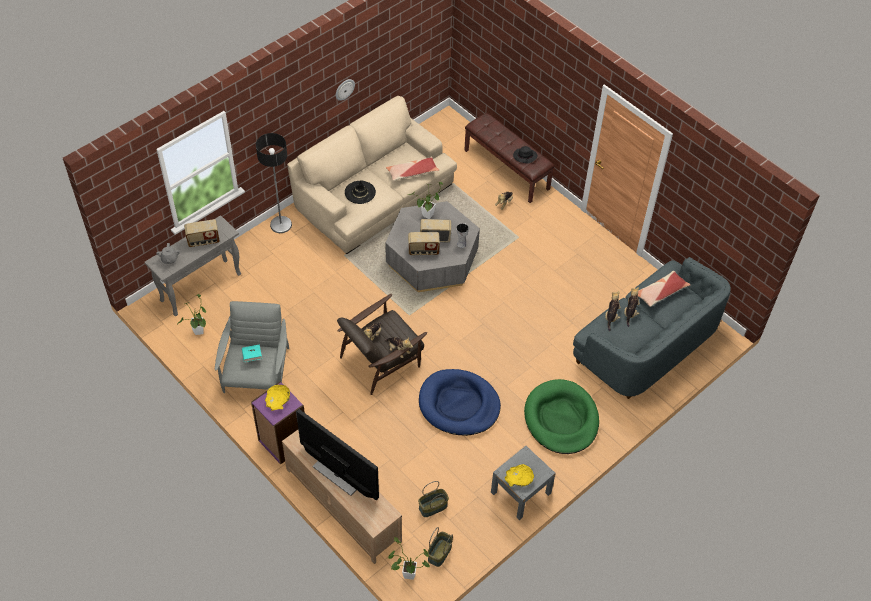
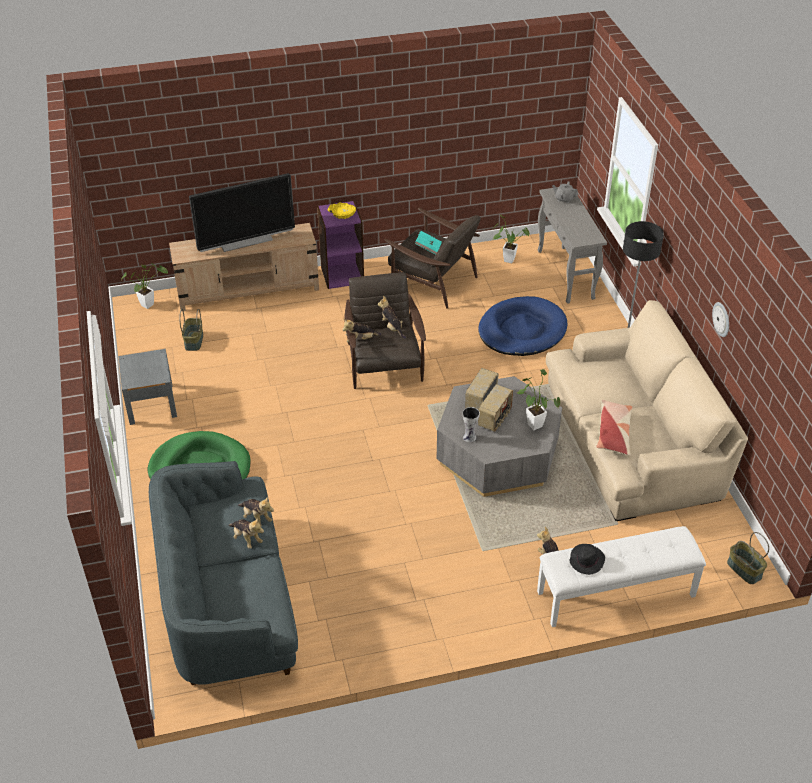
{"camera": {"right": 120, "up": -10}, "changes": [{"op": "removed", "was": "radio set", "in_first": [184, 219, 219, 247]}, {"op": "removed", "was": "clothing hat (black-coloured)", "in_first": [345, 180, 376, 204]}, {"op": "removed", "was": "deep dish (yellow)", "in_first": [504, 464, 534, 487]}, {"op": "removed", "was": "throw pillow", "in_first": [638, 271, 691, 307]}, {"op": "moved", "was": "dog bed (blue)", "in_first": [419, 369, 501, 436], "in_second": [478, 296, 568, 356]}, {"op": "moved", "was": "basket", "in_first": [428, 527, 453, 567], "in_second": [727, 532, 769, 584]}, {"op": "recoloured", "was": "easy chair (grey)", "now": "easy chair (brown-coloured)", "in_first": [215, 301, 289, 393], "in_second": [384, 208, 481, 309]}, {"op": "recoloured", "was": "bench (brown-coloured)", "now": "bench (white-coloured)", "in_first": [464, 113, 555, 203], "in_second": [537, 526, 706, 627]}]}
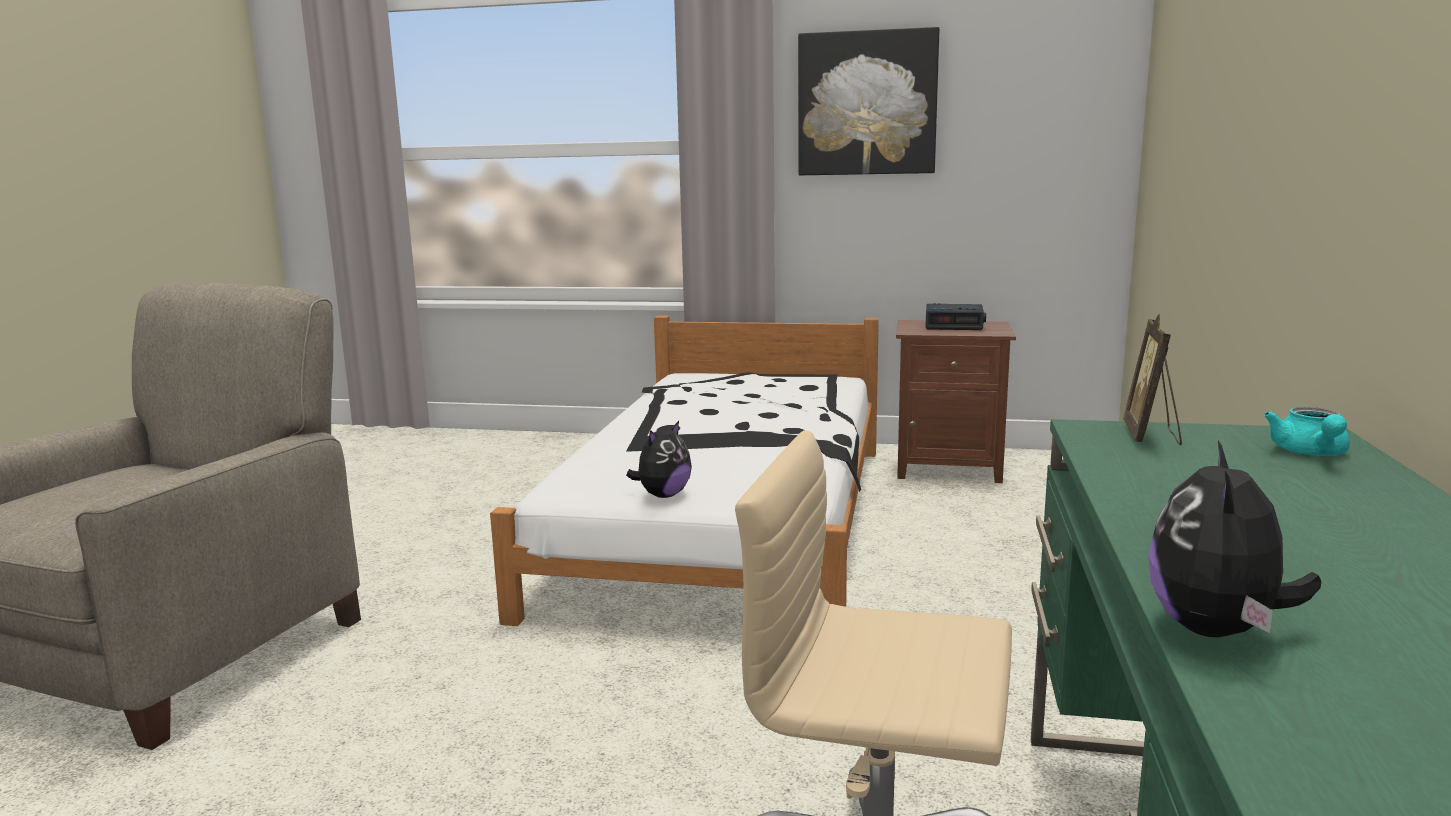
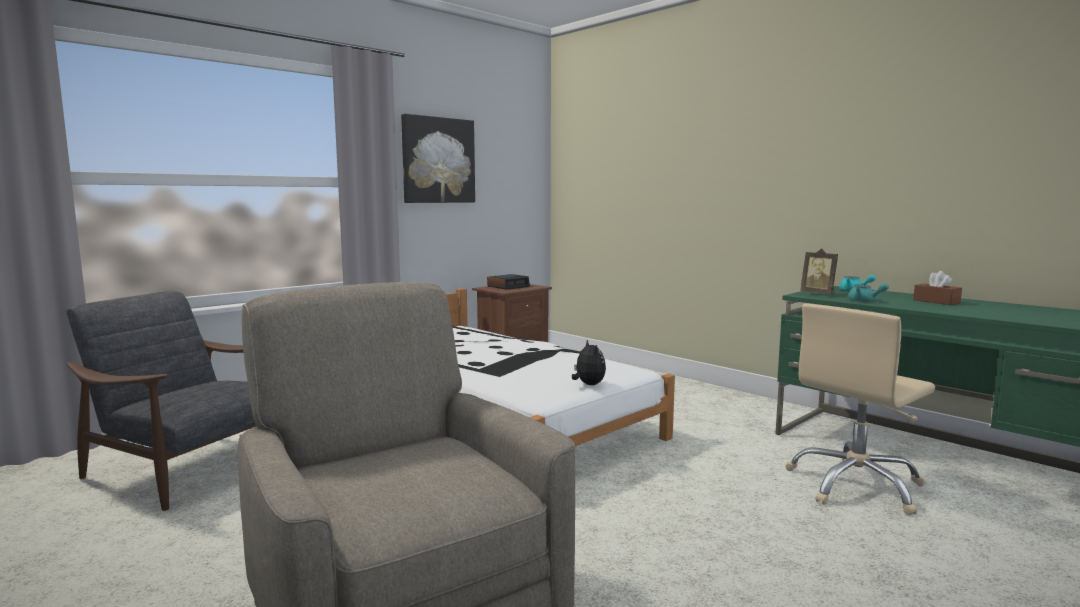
{"camera": {"right": -55, "up": -5}, "changes": [{"op": "removed", "was": "plush toy", "in_first": [1148, 441, 1321, 637]}, {"op": "added", "now": "easy chair (grey)", "in_second": [66, 291, 256, 511]}, {"op": "added", "now": "pot for tea (turquoise)", "in_second": [848, 283, 889, 301]}, {"op": "added", "now": "tissue holder (brown-coloured)", "in_second": [913, 271, 962, 305]}]}
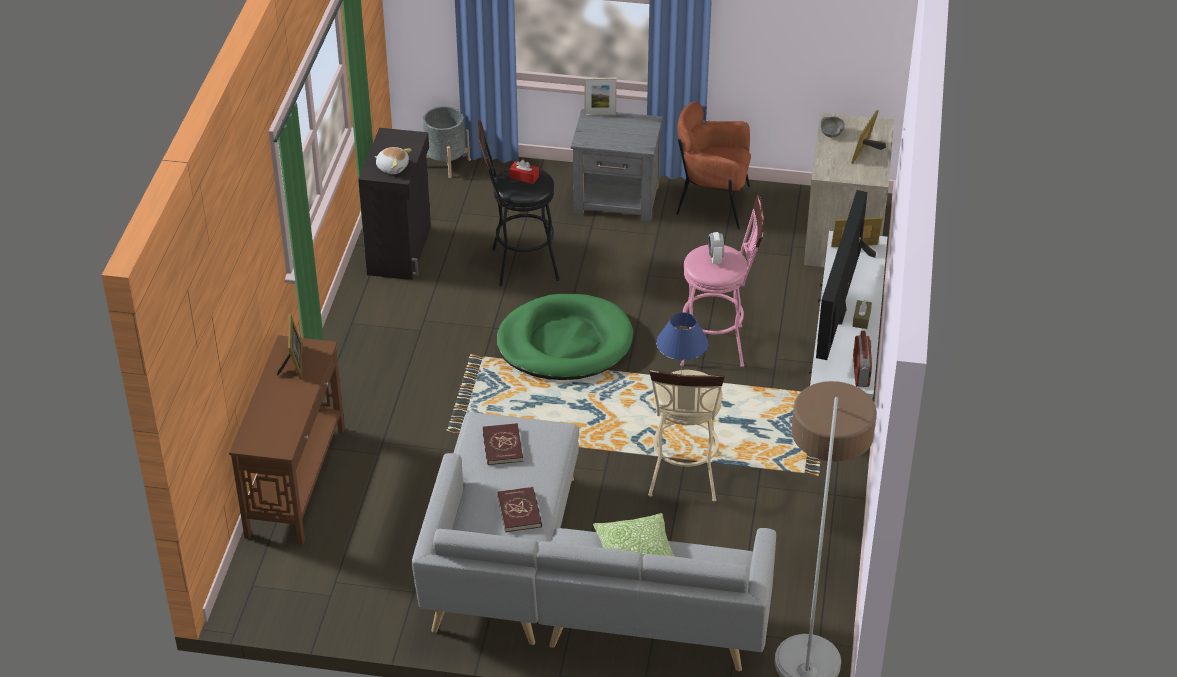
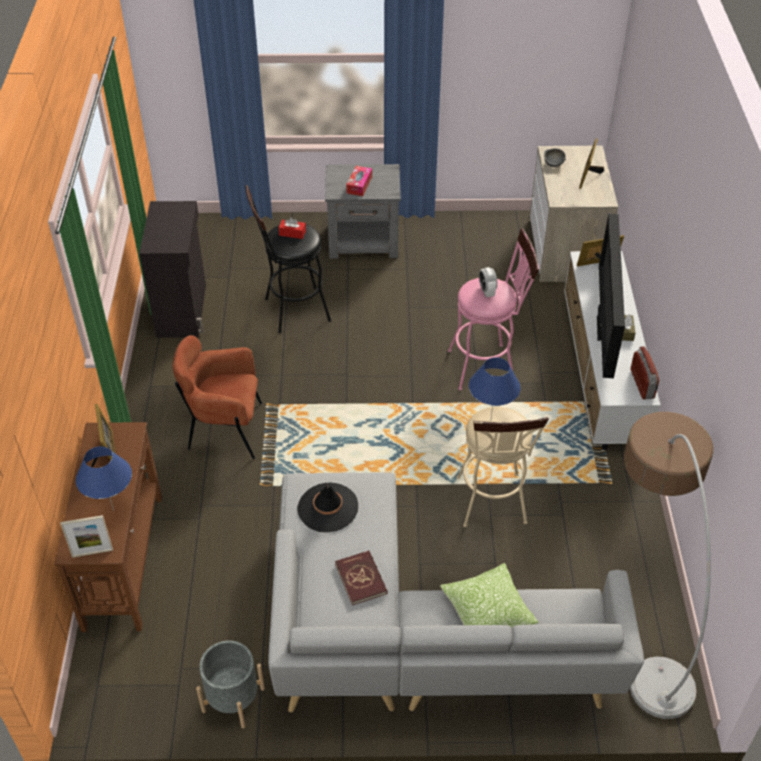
{"camera": {"right": -10, "up": 5}, "changes": [{"op": "removed", "was": "plush toy", "in_first": [375, 147, 412, 174]}, {"op": "removed", "was": "dog bed (green)", "in_first": [497, 294, 633, 380]}, {"op": "added", "now": "tabletop lamp (blue)", "in_second": [76, 446, 132, 511]}, {"op": "added", "now": "tissue holder", "in_second": [346, 166, 372, 196]}, {"op": "moved", "was": "flower pot (grey)", "in_first": [423, 106, 471, 178], "in_second": [196, 640, 265, 728]}, {"op": "moved", "was": "standing frame", "in_first": [584, 77, 617, 116], "in_second": [61, 515, 113, 558]}, {"op": "moved", "was": "easy chair (brown-coloured)", "in_first": [676, 102, 751, 230], "in_second": [173, 335, 262, 459]}, {"op": "replaced", "was": "book (red)", "now": "clothing hat (black-coloured)", "in_first": [483, 423, 523, 465], "in_second": [298, 483, 358, 533]}]}
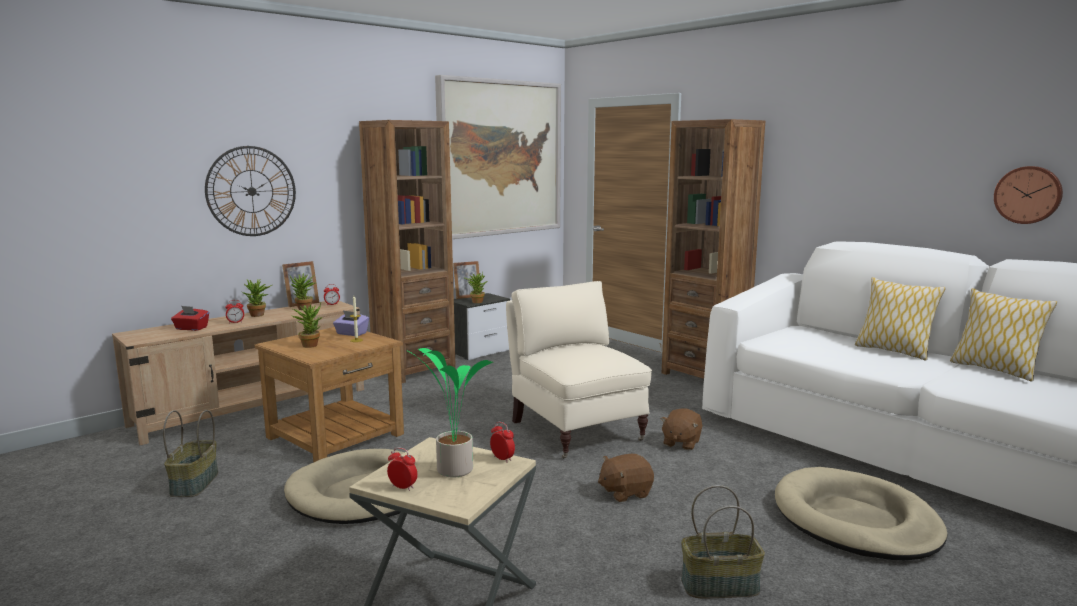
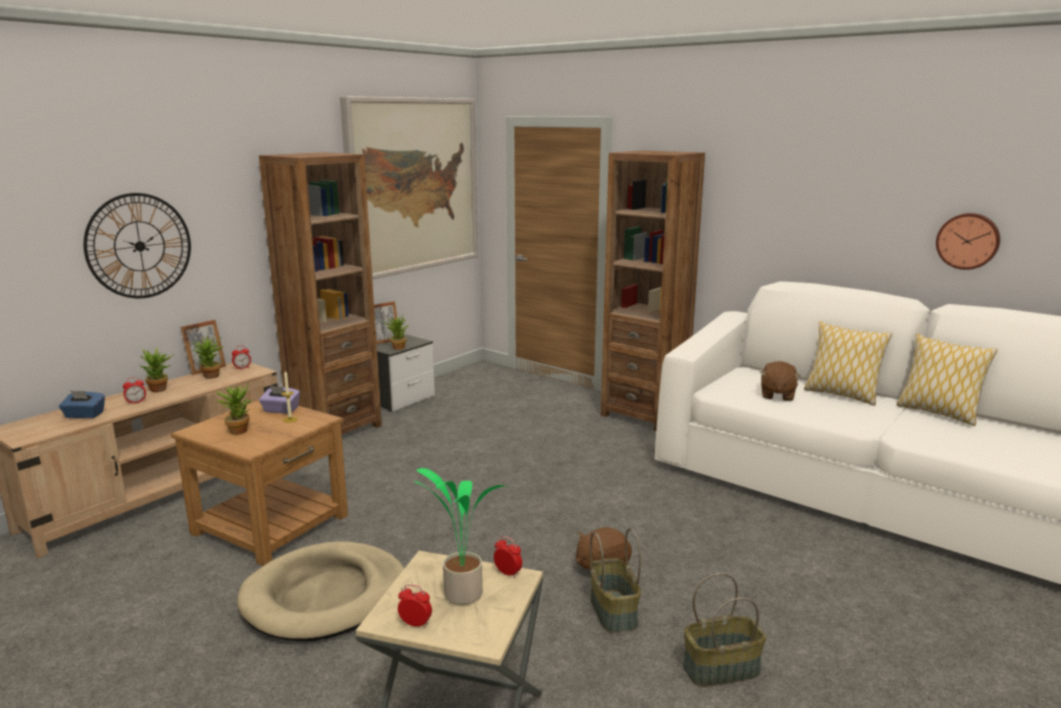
{"camera": {"right": -10, "up": 5}, "changes": [{"op": "removed", "was": "easy chair (beige-coloured)", "in_first": [506, 281, 652, 459]}, {"op": "removed", "was": "dog bed (beige-coloured)", "in_first": [775, 467, 948, 560]}, {"op": "moved", "was": "basket", "in_first": [163, 410, 218, 497], "in_second": [590, 528, 641, 633]}, {"op": "moved", "was": "plush toy (brown-coloured)", "in_first": [660, 408, 702, 450], "in_second": [760, 361, 801, 401]}, {"op": "recoloured", "was": "tissue holder (red)", "now": "tissue holder (blue)", "in_first": [171, 306, 209, 331], "in_second": [59, 390, 105, 418]}]}
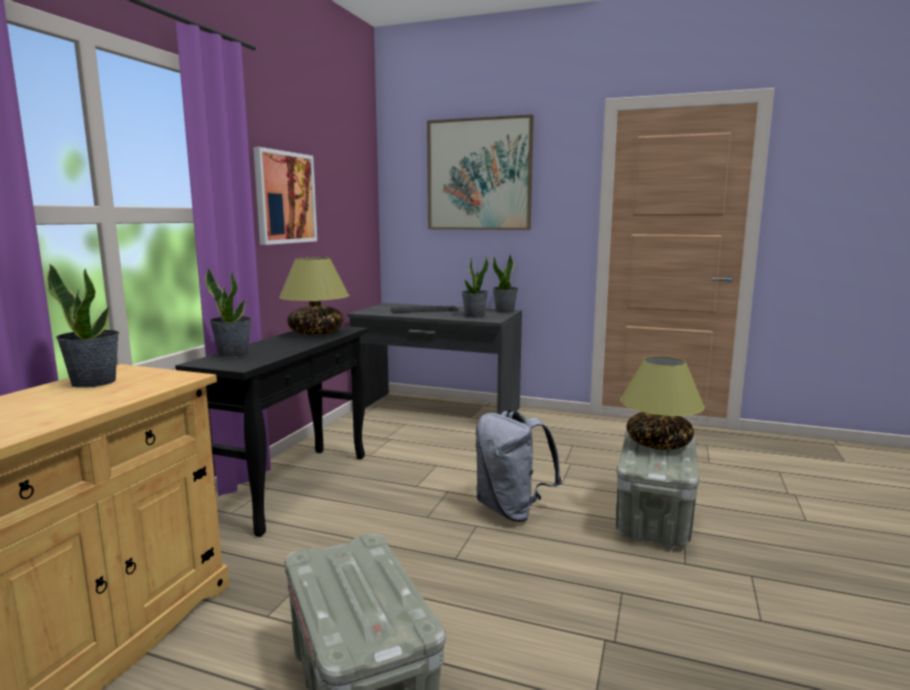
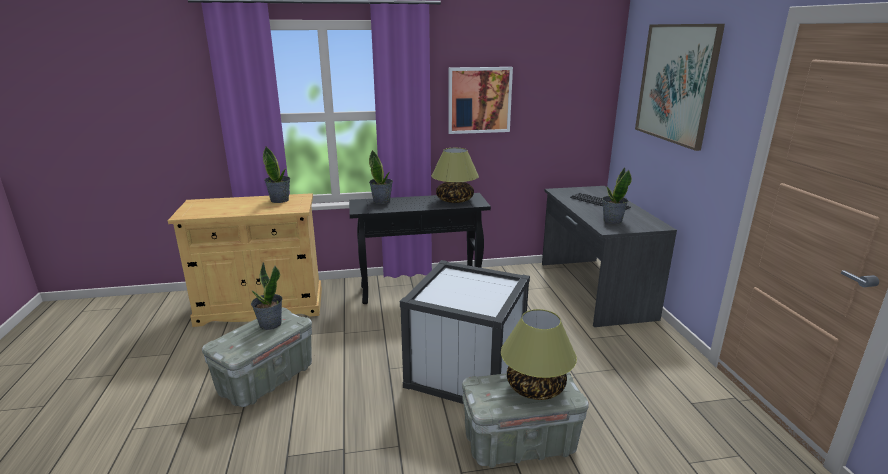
{"camera": {"right": 60, "up": 10}, "changes": [{"op": "moved", "was": "potted plant", "in_first": [493, 254, 518, 313], "in_second": [251, 262, 282, 330]}, {"op": "replaced", "was": "backpack (grey)", "now": "storage container (white-coloured)", "in_first": [476, 410, 562, 522], "in_second": [400, 260, 530, 404]}]}
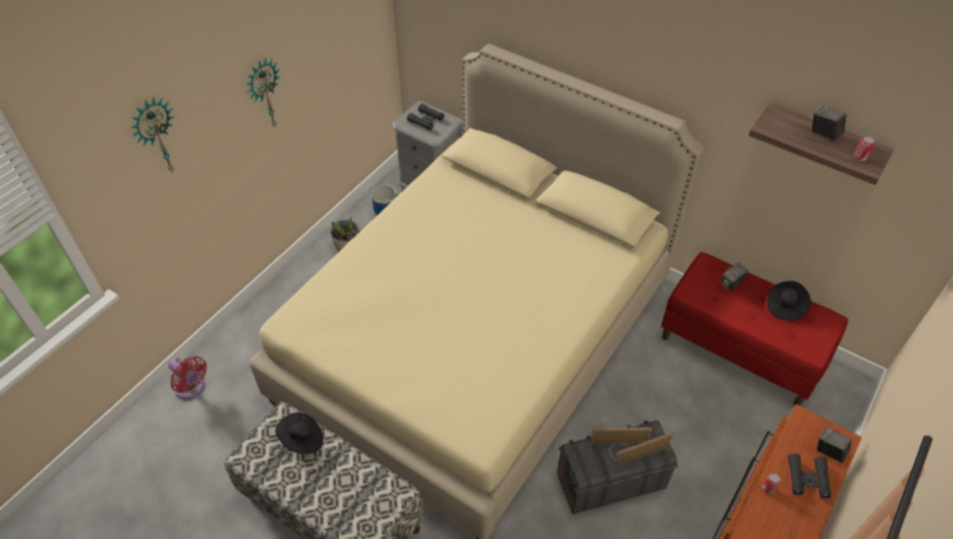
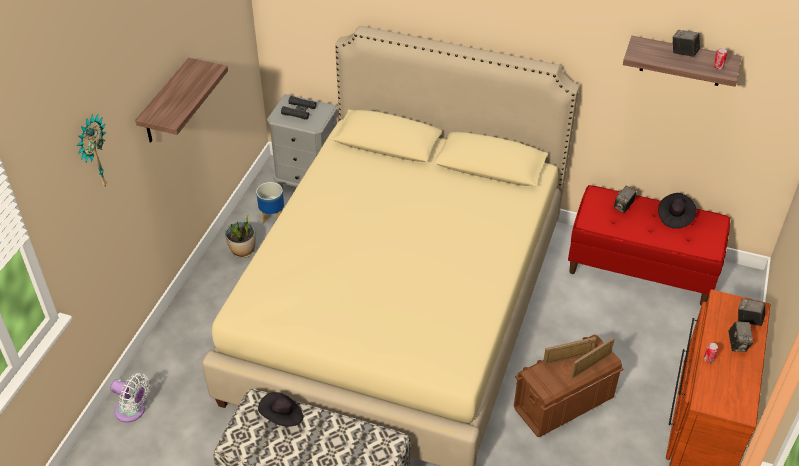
{"camera": {"right": -15, "up": -5}, "changes": [{"op": "replaced", "was": "hanging clock", "now": "shelf", "in_first": [246, 58, 280, 127], "in_second": [135, 58, 228, 143]}, {"op": "replaced", "was": "field glasses (black-coloured)", "now": "photo camera", "in_first": [788, 454, 831, 499], "in_second": [728, 321, 754, 352]}, {"op": "recoloured", "was": "cooling fan (red)", "now": "cooling fan (white-coloured)", "in_first": [168, 356, 207, 399], "in_second": [110, 373, 149, 423]}, {"op": "recoloured", "was": "storage container (grey)", "now": "storage container (brown-coloured)", "in_first": [557, 420, 678, 514], "in_second": [514, 335, 623, 437]}]}
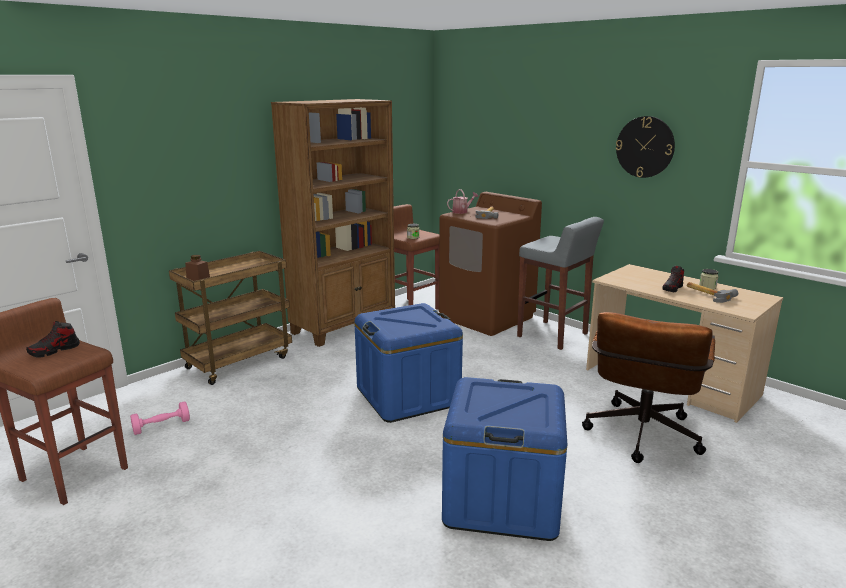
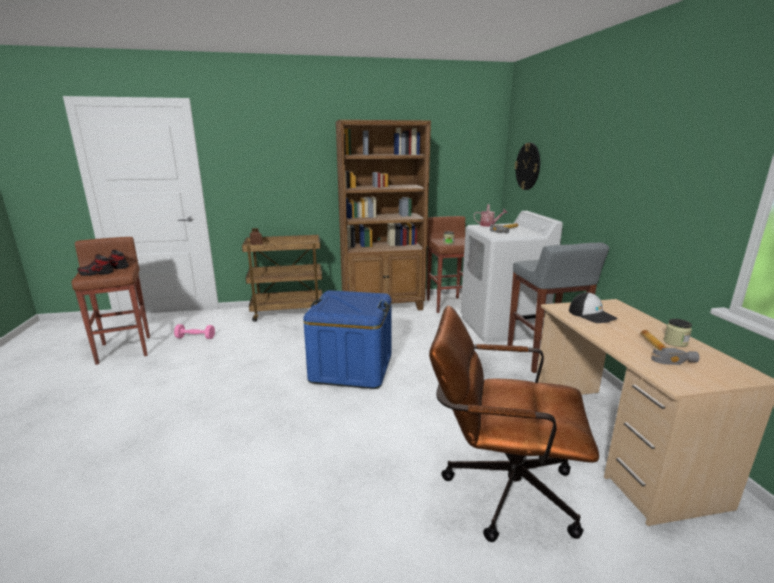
{"camera": {"right": 35, "up": 0}, "changes": [{"op": "removed", "was": "storage container (blue)", "in_first": [442, 377, 567, 541]}, {"op": "added", "now": "baseball cap", "in_second": [569, 292, 618, 323]}, {"op": "moved", "was": "hanging clock", "in_first": [616, 116, 675, 178], "in_second": [514, 143, 540, 190]}, {"op": "moved", "was": "shoe", "in_first": [663, 266, 684, 292], "in_second": [77, 254, 114, 276]}, {"op": "recoloured", "was": "laundry appliance (brown-coloured)", "now": "laundry appliance (white-coloured)", "in_first": [439, 192, 542, 336], "in_second": [461, 211, 563, 343]}, {"op": "turned", "was": "computer chair (brown-coloured)", "in_first": [582, 312, 715, 463], "in_second": [429, 305, 599, 542], "clockwise": 45}]}
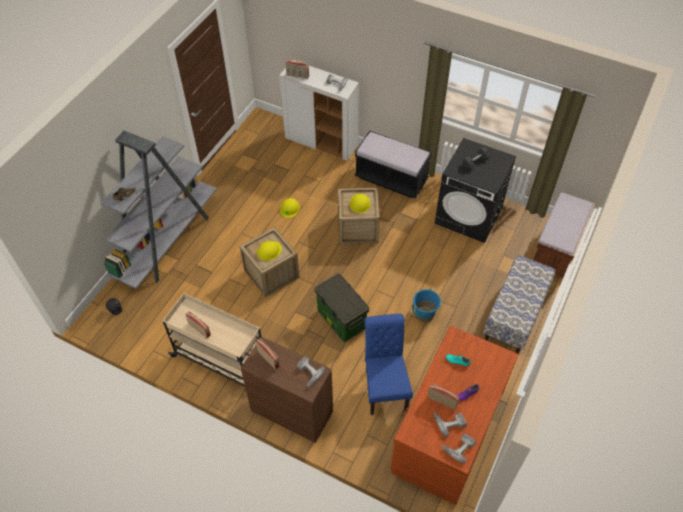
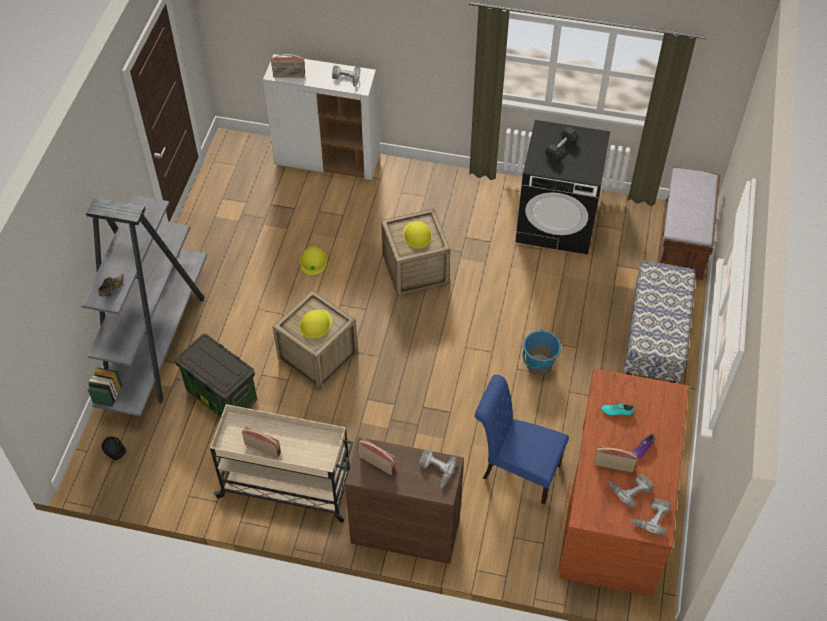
{"camera": {"right": -15, "up": 0}, "changes": [{"op": "removed", "was": "bench (black-coloured)", "in_first": [355, 131, 432, 199]}, {"op": "moved", "was": "storage container", "in_first": [314, 274, 369, 342], "in_second": [175, 334, 257, 417]}, {"op": "turned", "was": "chair (blue)", "in_first": [364, 314, 413, 415], "in_second": [475, 374, 569, 504], "clockwise": -45}]}
